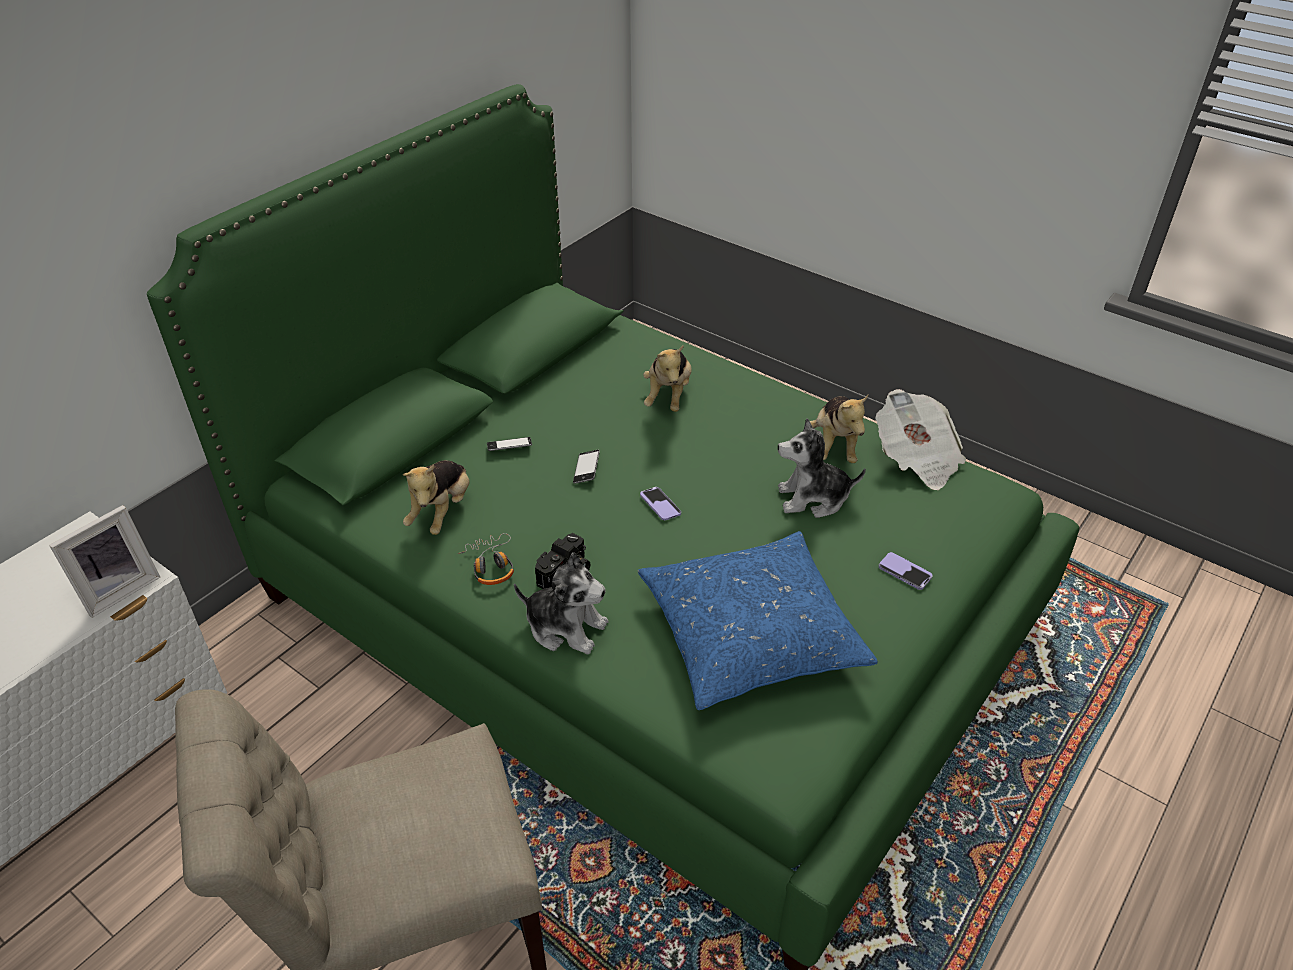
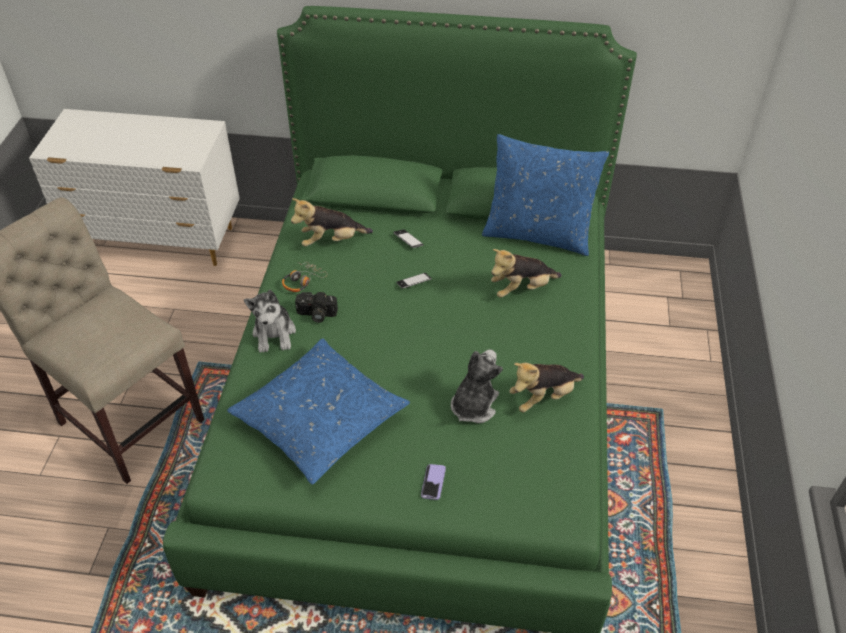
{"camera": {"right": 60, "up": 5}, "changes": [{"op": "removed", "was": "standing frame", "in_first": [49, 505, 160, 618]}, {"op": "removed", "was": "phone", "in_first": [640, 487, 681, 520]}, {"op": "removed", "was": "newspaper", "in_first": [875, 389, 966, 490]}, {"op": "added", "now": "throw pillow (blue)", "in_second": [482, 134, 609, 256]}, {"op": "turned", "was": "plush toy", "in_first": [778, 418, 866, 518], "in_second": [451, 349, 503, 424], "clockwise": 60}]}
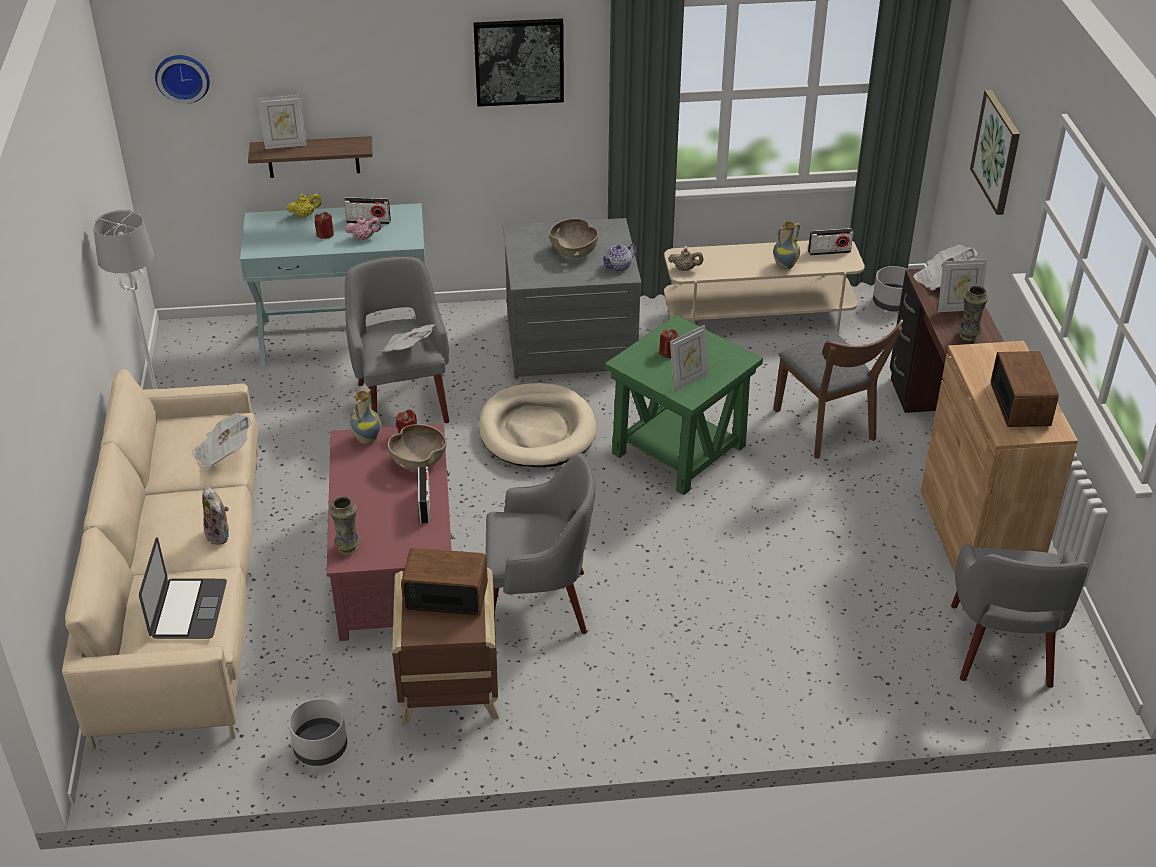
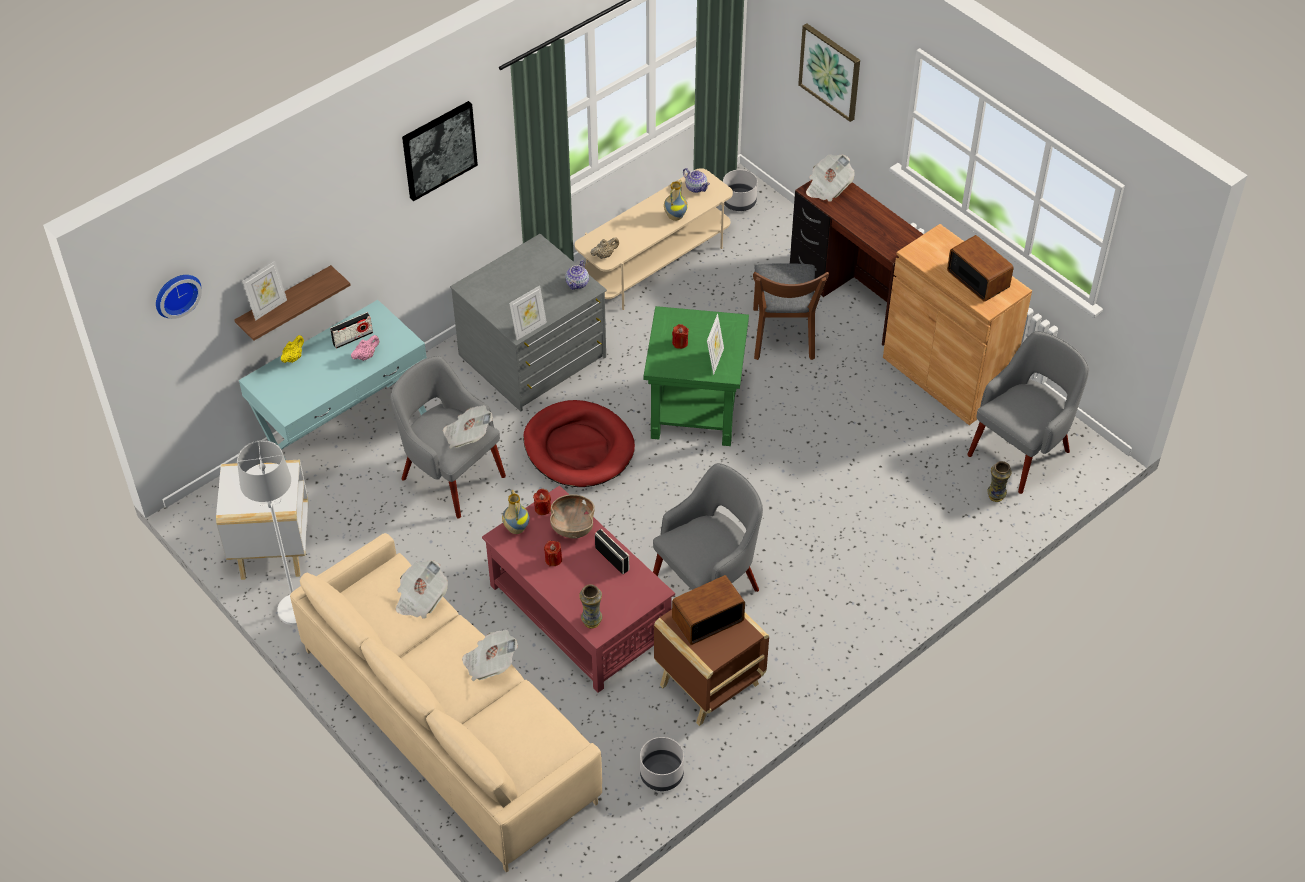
{"camera": {"right": -35, "up": 10}, "changes": [{"op": "removed", "was": "portable computer", "in_first": [139, 537, 227, 639]}, {"op": "removed", "was": "deep dish (brown-coloured)", "in_first": [549, 218, 598, 258]}, {"op": "added", "now": "side table (white-coloured)", "in_second": [216, 460, 308, 580]}, {"op": "moved", "was": "candle (red)", "in_first": [315, 212, 334, 239], "in_second": [544, 541, 562, 566]}, {"op": "moved", "was": "standing frame", "in_first": [938, 259, 987, 312], "in_second": [509, 286, 547, 340]}, {"op": "moved", "was": "vase", "in_first": [958, 285, 988, 341], "in_second": [987, 461, 1012, 502]}, {"op": "replaced", "was": "plush toy", "now": "newspaper", "in_first": [202, 487, 229, 545], "in_second": [462, 630, 518, 681]}, {"op": "replaced", "was": "radio set", "now": "pot for tea", "in_first": [808, 228, 853, 255], "in_second": [683, 168, 710, 193]}, {"op": "recoloured", "was": "dog bed (beige-coloured)", "now": "dog bed (red)", "in_first": [479, 383, 596, 467], "in_second": [523, 400, 635, 487]}, {"op": "turned", "was": "chair (brown-coloured)", "in_first": [773, 319, 904, 458], "in_second": [753, 263, 829, 360], "clockwise": 60}, {"op": "turned", "was": "easy chair (grey)", "in_first": [951, 544, 1089, 688], "in_second": [967, 331, 1089, 494], "clockwise": -105}]}
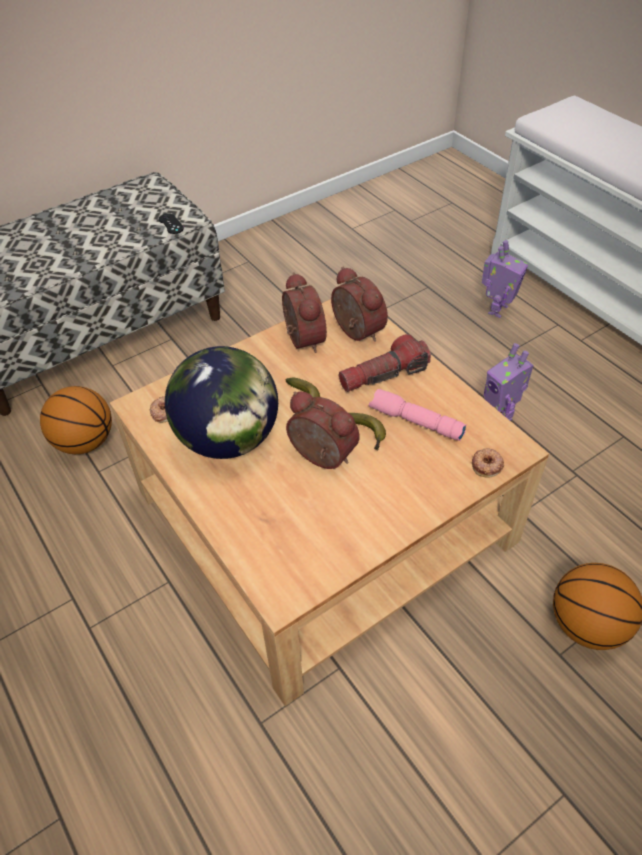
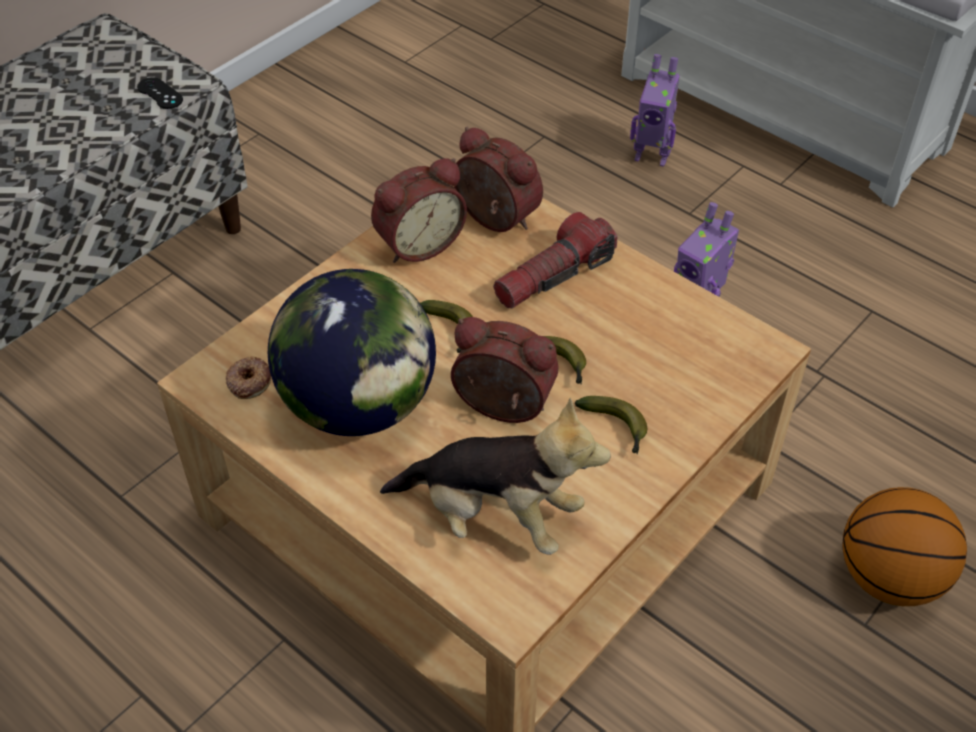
{"camera": {"right": -15, "up": 0}, "changes": [{"op": "removed", "was": "basketball", "in_first": [40, 386, 112, 454]}, {"op": "removed", "was": "hand torch (pink)", "in_first": [369, 389, 467, 441]}, {"op": "removed", "was": "doughnut", "in_first": [472, 448, 504, 478]}, {"op": "added", "now": "plush toy", "in_second": [380, 398, 611, 555]}, {"op": "added", "now": "banana", "in_second": [575, 396, 647, 454]}, {"op": "turned", "was": "alarm clock", "in_first": [282, 272, 327, 353], "in_second": [371, 158, 467, 263], "clockwise": 90}, {"op": "turned", "was": "robot figure", "in_first": [482, 240, 528, 318], "in_second": [630, 54, 680, 167], "clockwise": 90}]}
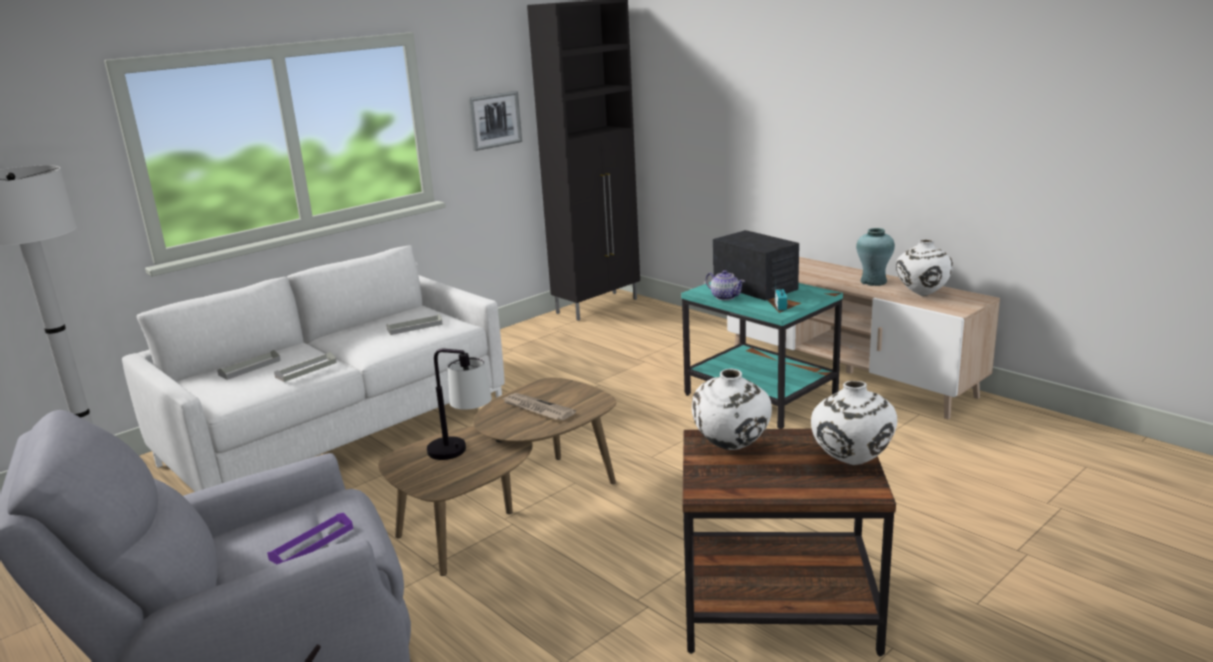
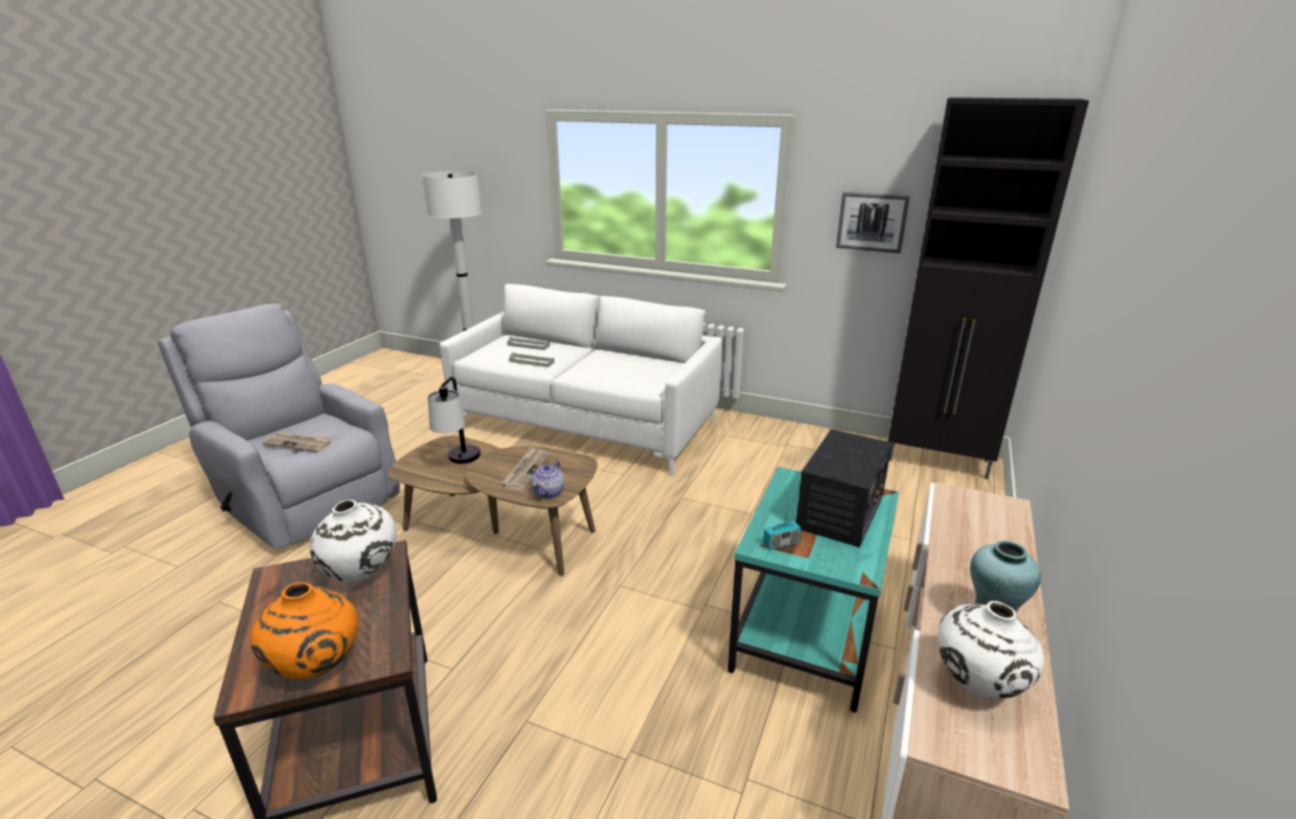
{"camera": {"right": 65, "up": 5}, "changes": [{"op": "removed", "was": "carrying tray (grey)", "in_first": [386, 314, 443, 335]}, {"op": "moved", "was": "pot for tea", "in_first": [706, 270, 745, 300], "in_second": [531, 461, 564, 498]}, {"op": "replaced", "was": "carrying tray (purple-coloured)", "now": "newspaper", "in_first": [267, 513, 353, 564], "in_second": [262, 432, 332, 452]}, {"op": "recoloured", "was": "vase (white-coloured)", "now": "vase (orange)", "in_first": [811, 381, 897, 465], "in_second": [250, 582, 358, 679]}]}
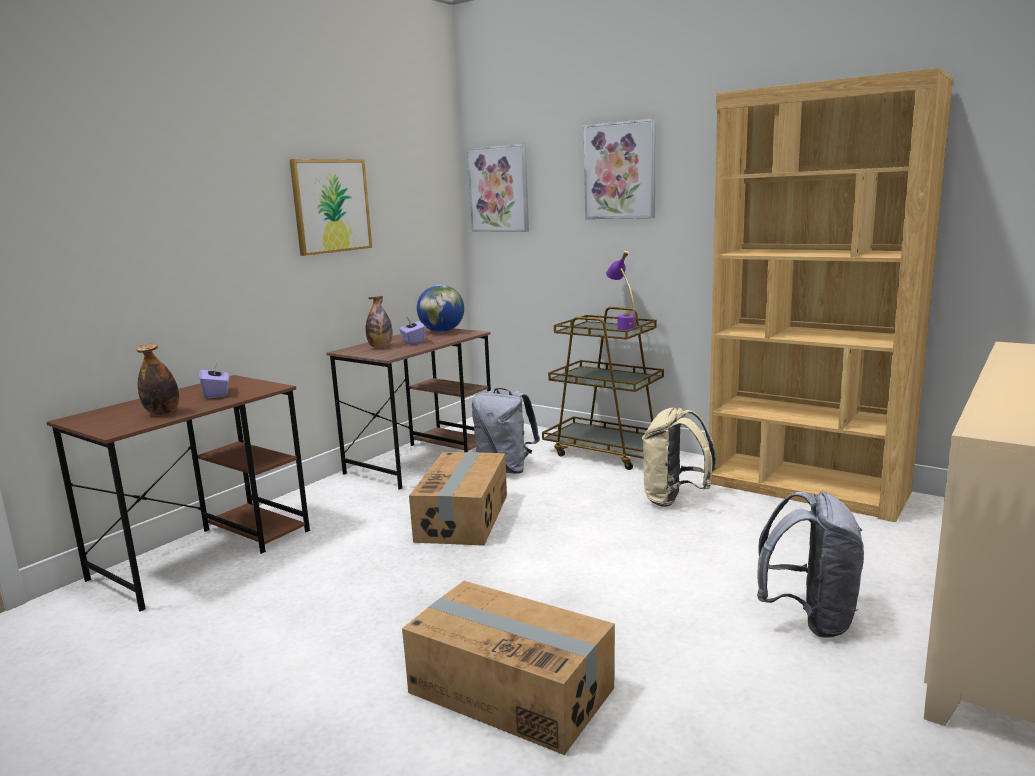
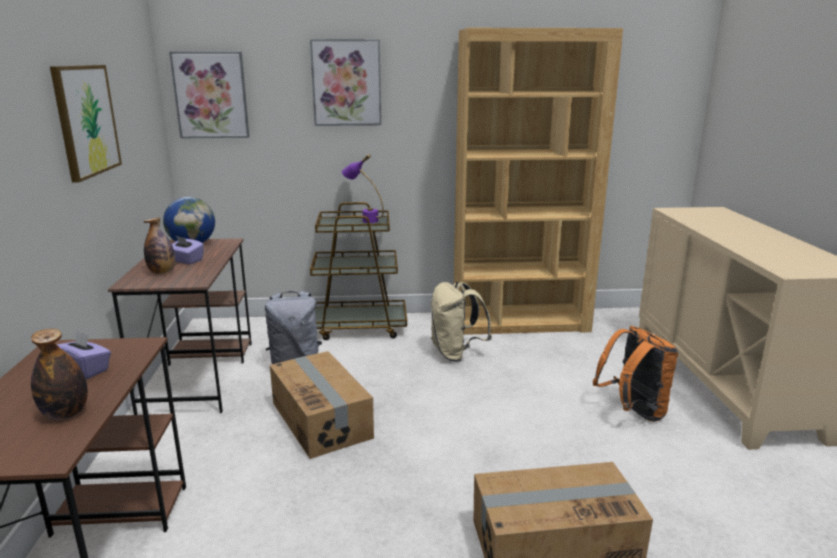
{"camera": {"right": -40, "up": 5}, "changes": [{"op": "recoloured", "was": "backpack (grey)", "now": "backpack (orange)", "in_first": [757, 492, 864, 638], "in_second": [593, 326, 678, 422]}]}
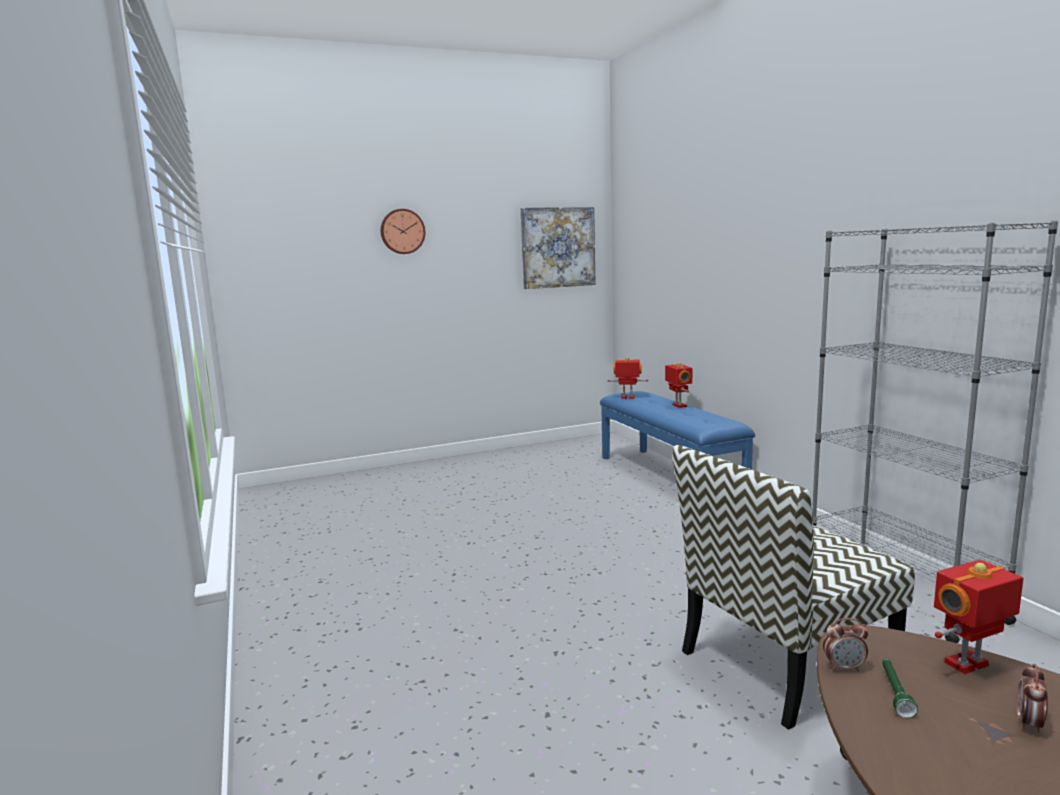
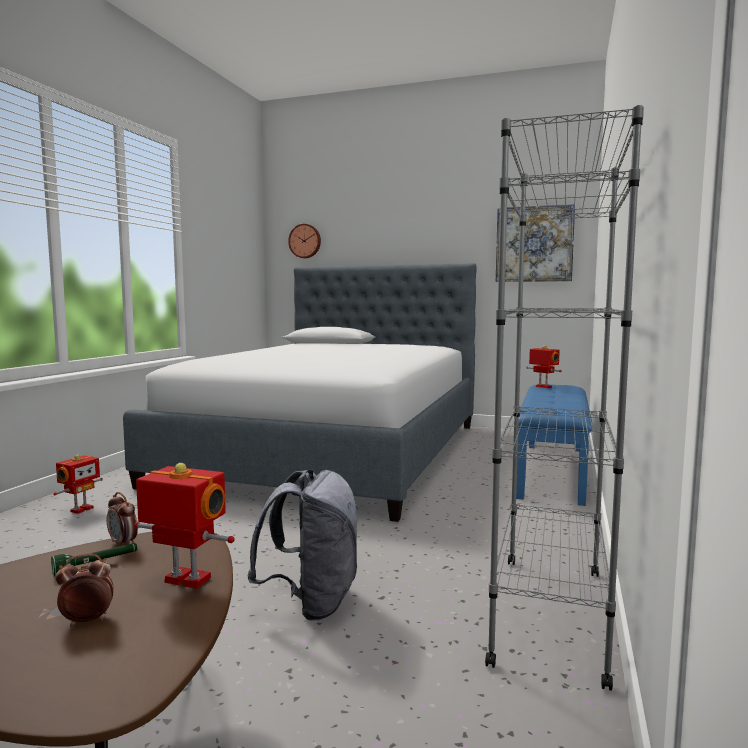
{"camera": {"right": 40, "up": -5}, "changes": [{"op": "added", "now": "bed", "in_second": [123, 263, 476, 522]}, {"op": "moved", "was": "hanging clock", "in_first": [381, 209, 425, 254], "in_second": [288, 224, 321, 258]}, {"op": "moved", "was": "robot figure", "in_first": [665, 362, 692, 408], "in_second": [53, 454, 103, 514]}, {"op": "replaced", "was": "chair", "now": "backpack (grey)", "in_first": [672, 445, 915, 730], "in_second": [247, 469, 359, 621]}]}
